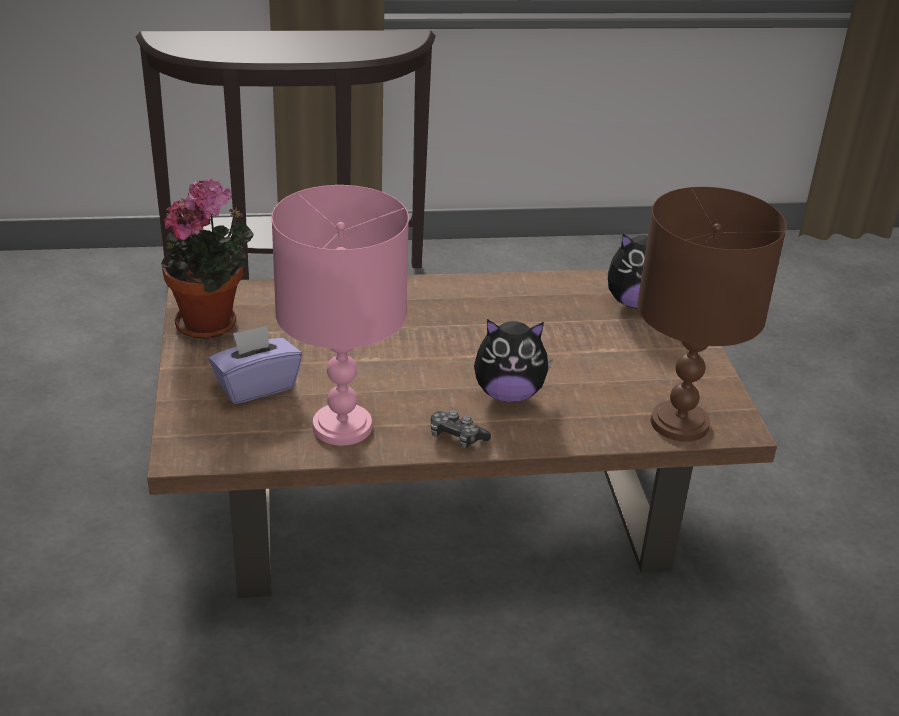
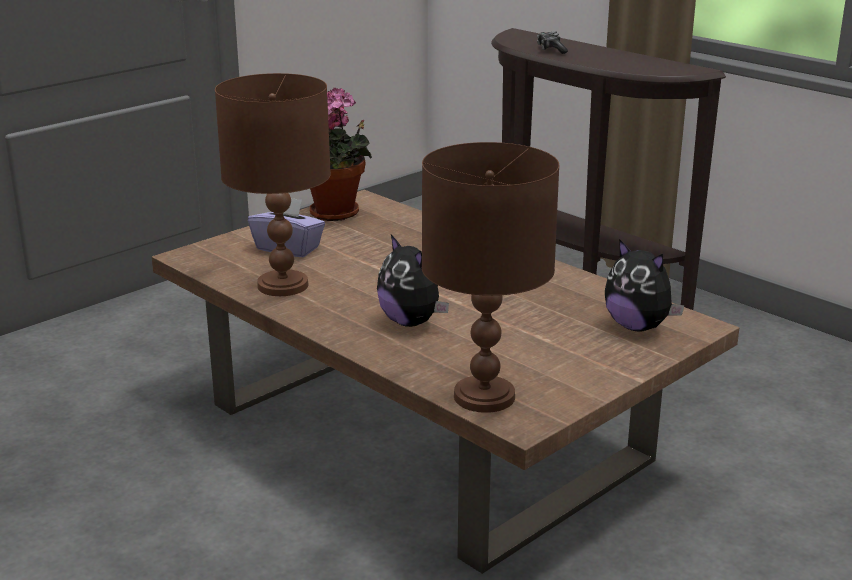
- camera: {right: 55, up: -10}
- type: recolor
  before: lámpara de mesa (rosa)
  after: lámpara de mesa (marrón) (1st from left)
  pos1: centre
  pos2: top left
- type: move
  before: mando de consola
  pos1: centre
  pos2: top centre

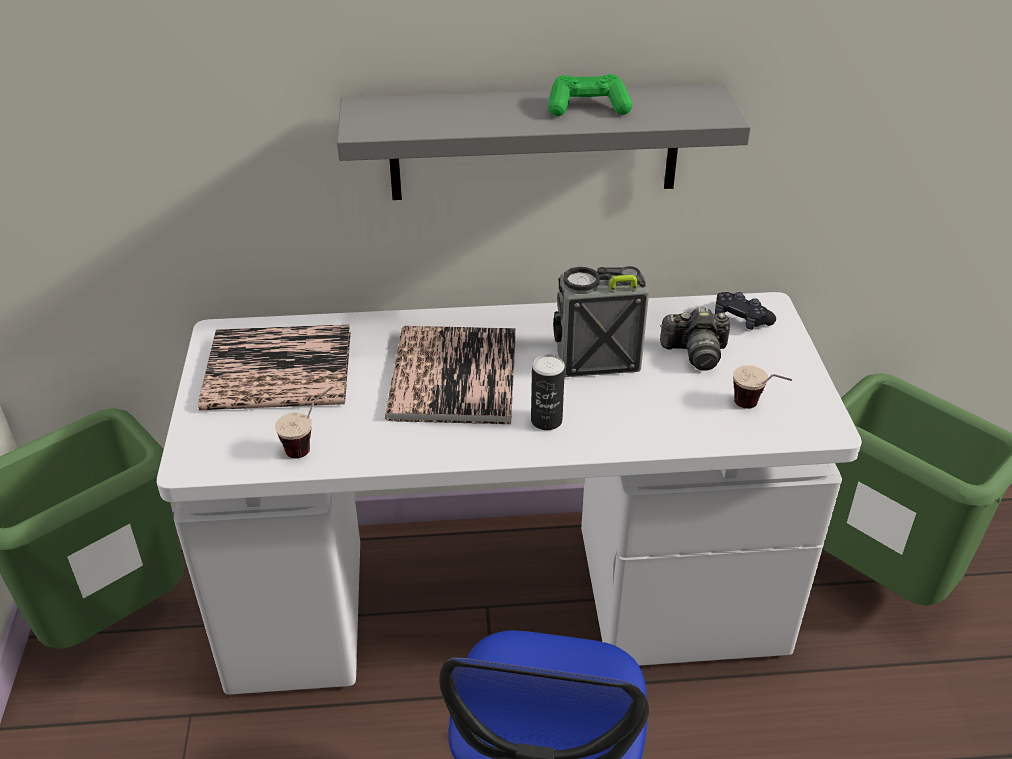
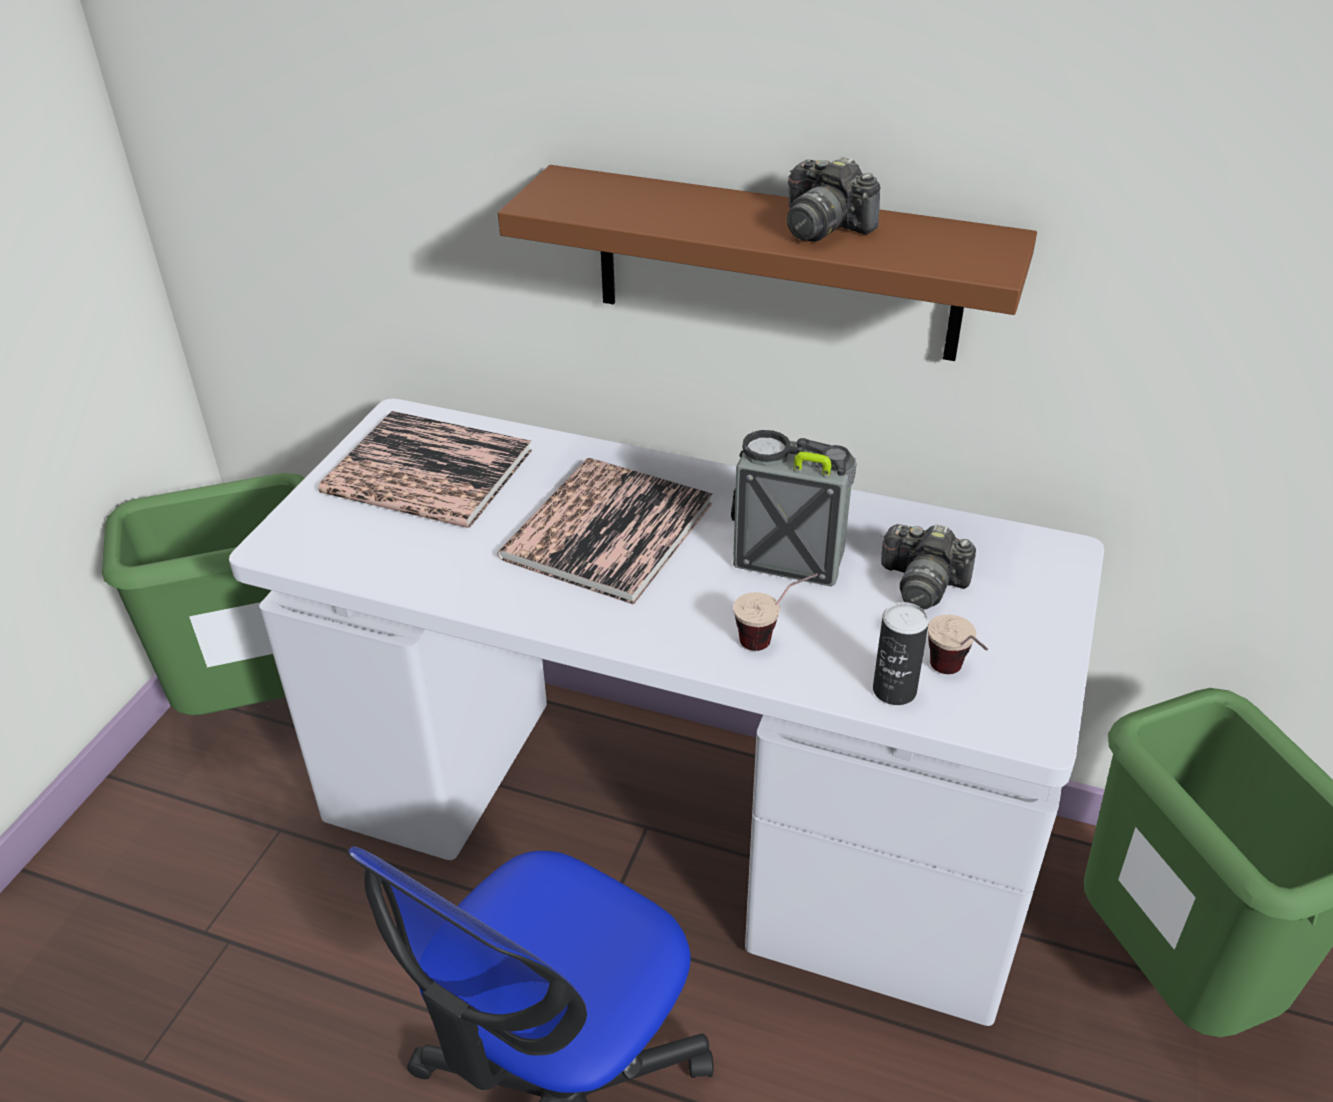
- camera: {right: 25, up: 0}
- type: replace
  before: mando de consola (verde)
  after: cámara (1st from left)
  pos1: top centre
  pos2: top centre
- type: recolor
  before: estante (gris)
  after: estante (marrón)
  pos1: top centre
  pos2: top centre
- type: delete
  before: mando de consola (negro)
  pos1: middle right
- type: move
  before: lata
  pos1: centre
  pos2: middle right
- type: move
  before: taza (1st from left)
  pos1: middle left
  pos2: centre

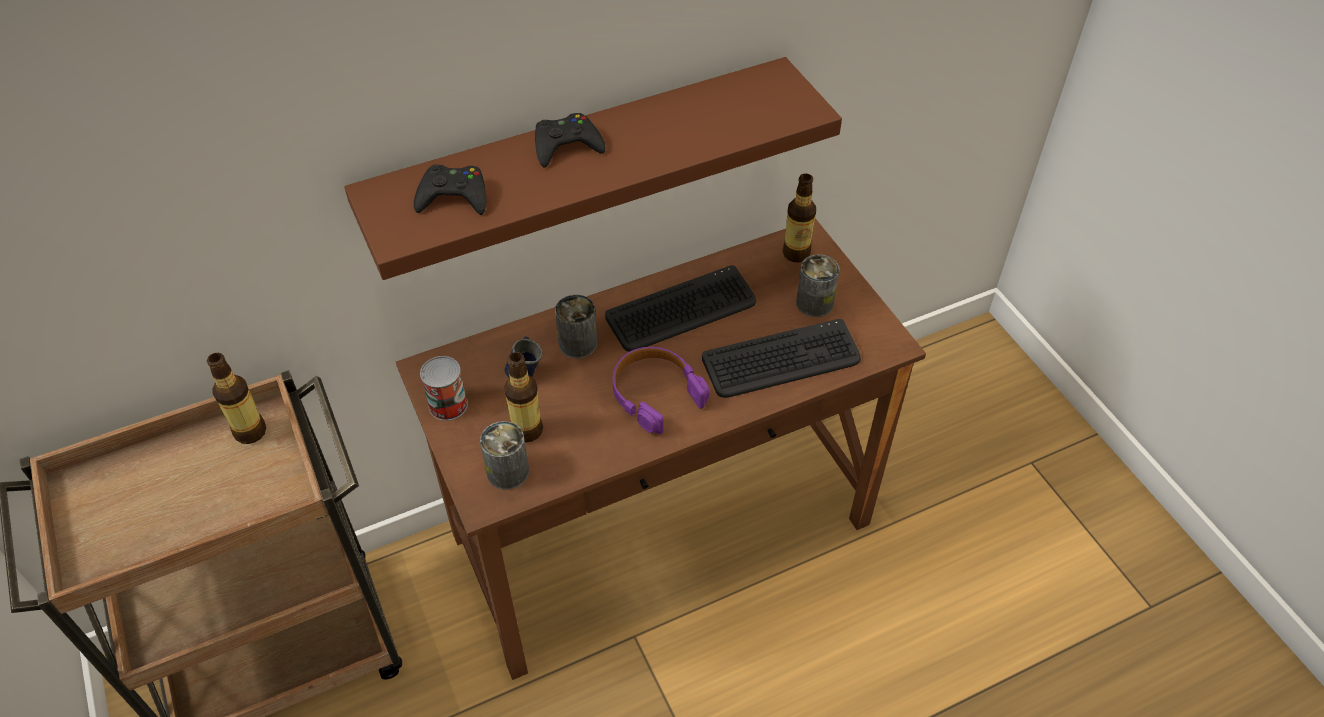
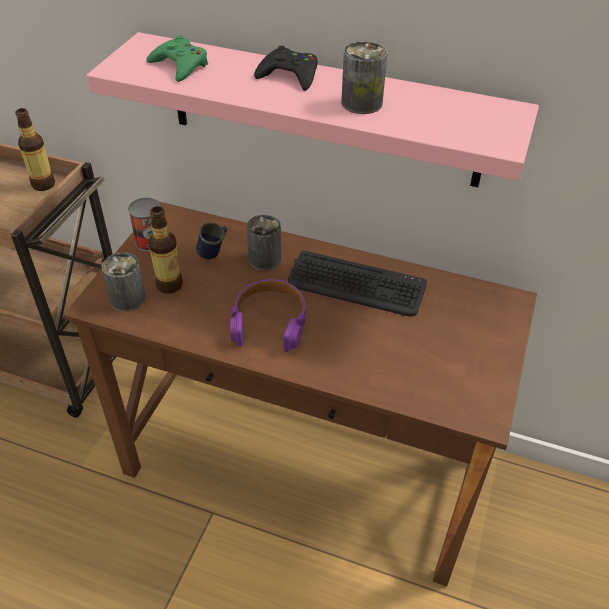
- camera: {right: 45, up: -5}
- type: recolor
  before: estante (marrón)
  after: estante (rosa)
  pos1: top centre
  pos2: top centre
- type: recolor
  before: mando de consola (negro) (1st from left)
  after: mando de consola (verde)
  pos1: top centre
  pos2: top left
- type: delete
  before: botella (3rd from left)
  pos1: top centre
- type: move
  before: lata (4th from left)
  pos1: centre
  pos2: top centre
- type: delete
  before: teclado (2nd from left)
  pos1: centre

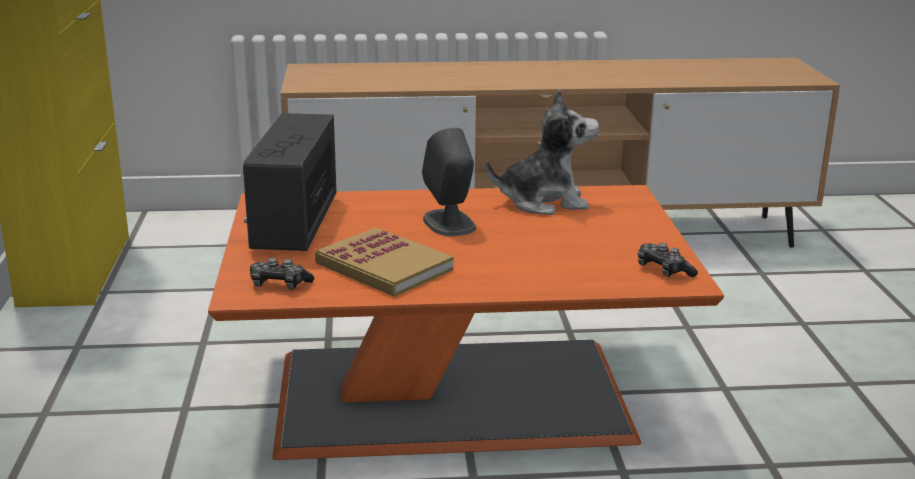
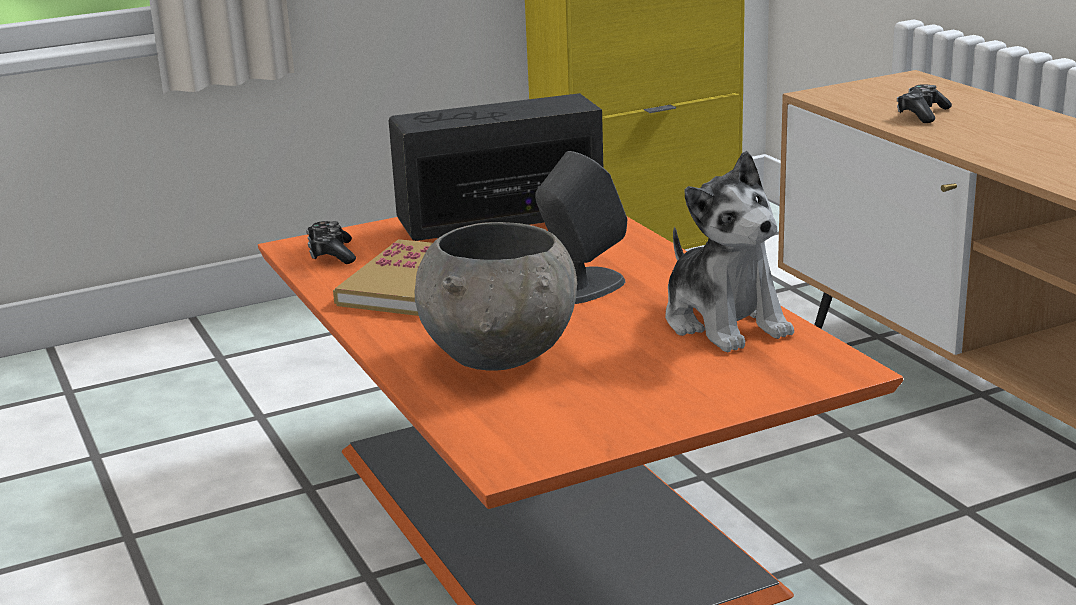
- camera: {right: 70, up: 0}
- type: move
  before: mando de consola (2nd from left)
  pos1: middle right
  pos2: top right
- type: insert
  after: cuenco (gris)
  pos2: centre

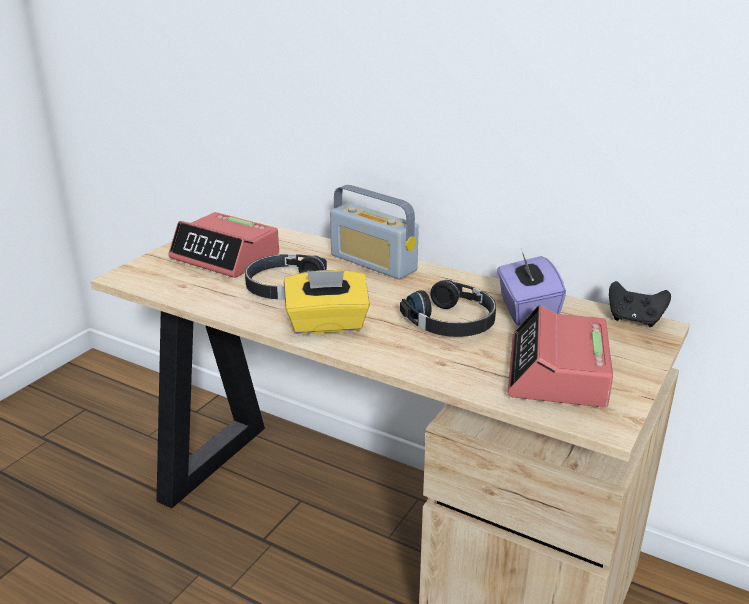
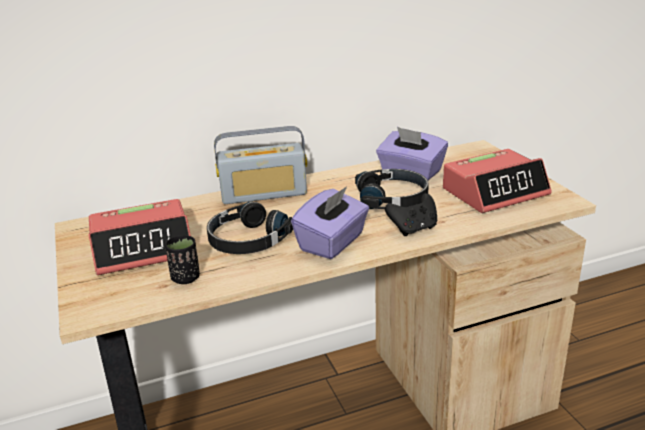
- camera: {right: -50, up: 0}
- type: recolor
  before: caja de pañuelos (amarillo)
  after: caja de pañuelos (morado) (1st from left)
  pos1: centre
  pos2: centre
- type: move
  before: mando de consola (negro)
  pos1: middle right
  pos2: centre
- type: rotate
  before: despertador (2nd from left)
  pos1: middle right
  pos2: middle right
  turn: -75
- type: insert
  after: taza (negro)
  pos2: middle left

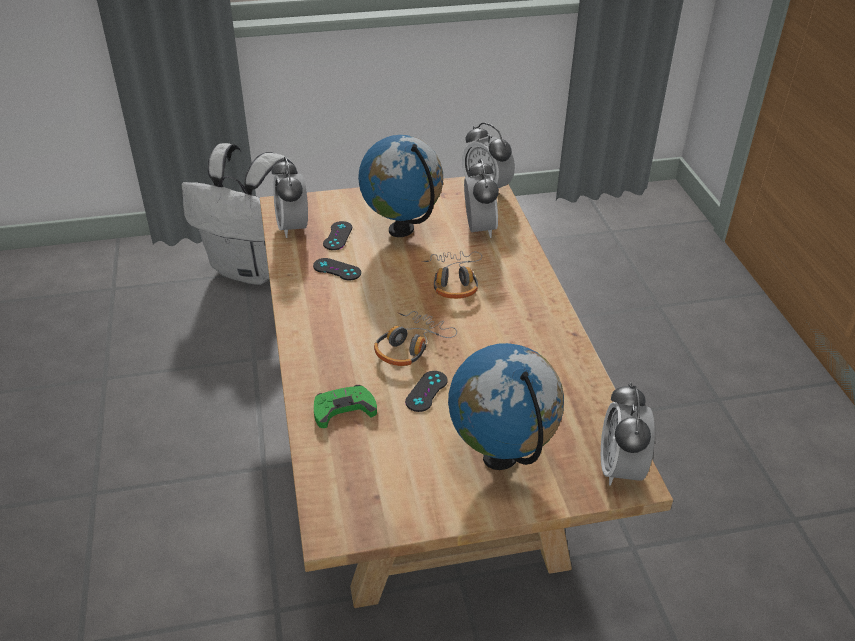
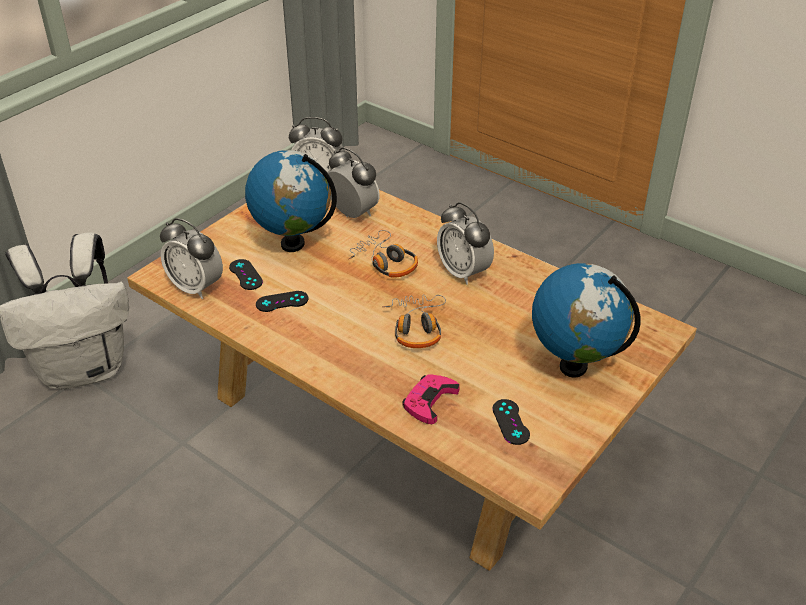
- camera: {right: -40, up: 0}
- type: move
  before: mando de consola (negro) (3rd from left)
  pos1: centre
  pos2: bottom centre
- type: move
  before: despertador (4th from left)
  pos1: bottom right
  pos2: centre
- type: recolor
  before: mando de consola (verde)
  after: mando de consola (rosa)
  pos1: centre
  pos2: centre

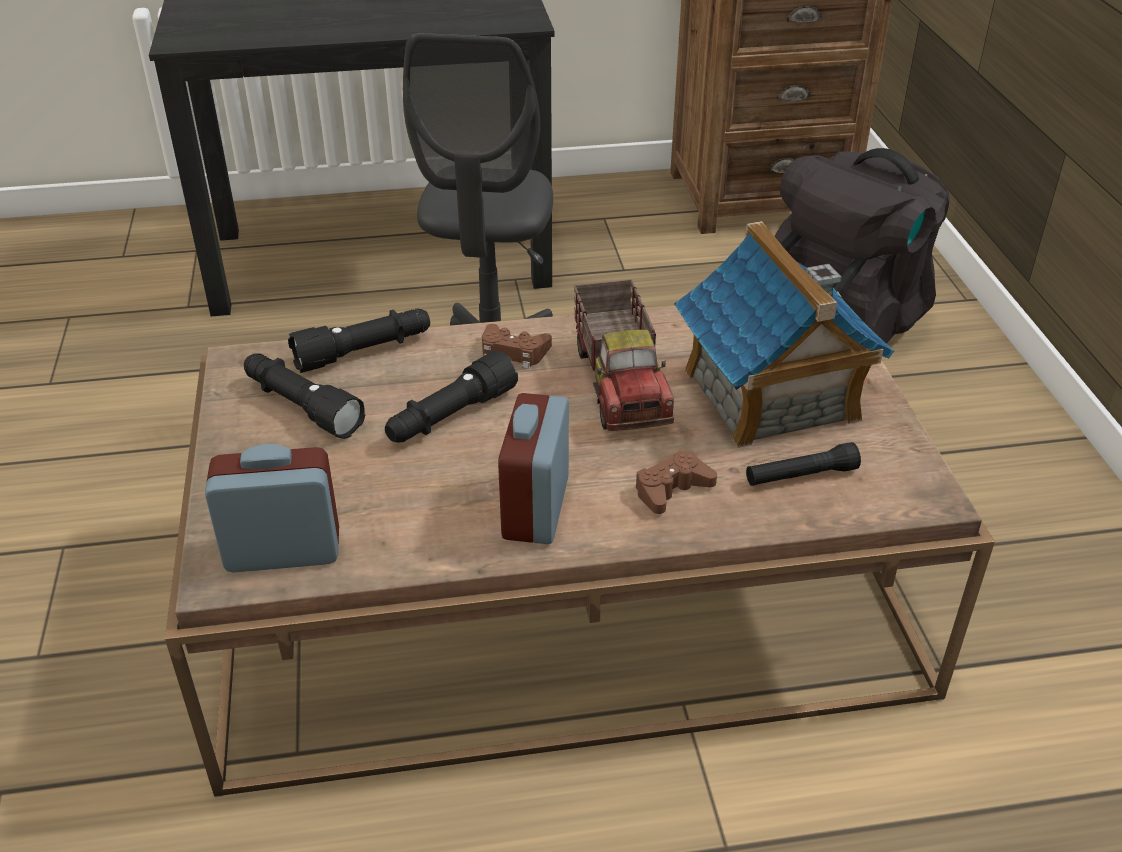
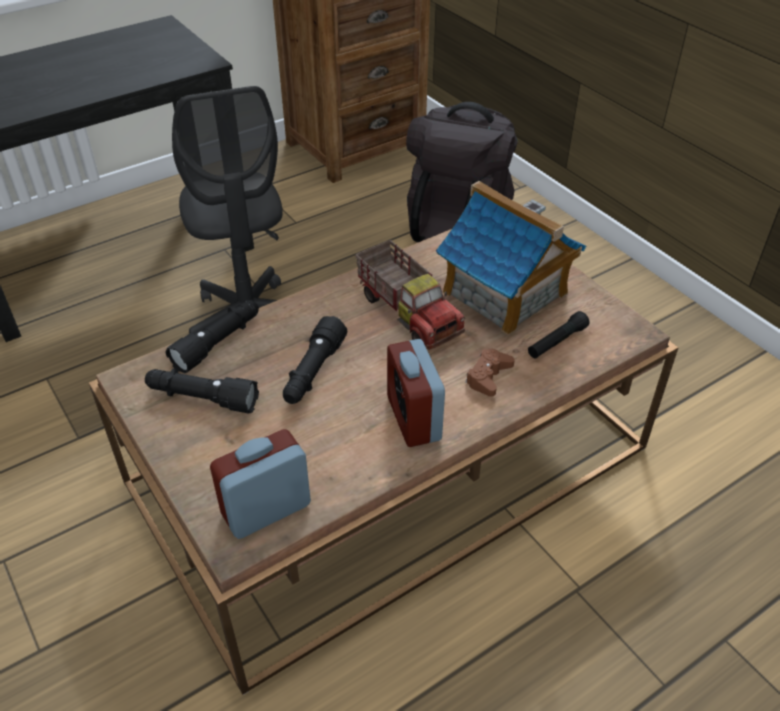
- camera: {right: -25, up: 5}
- type: delete
  before: mando de consola (marrón) (1st from left)
  pos1: centre

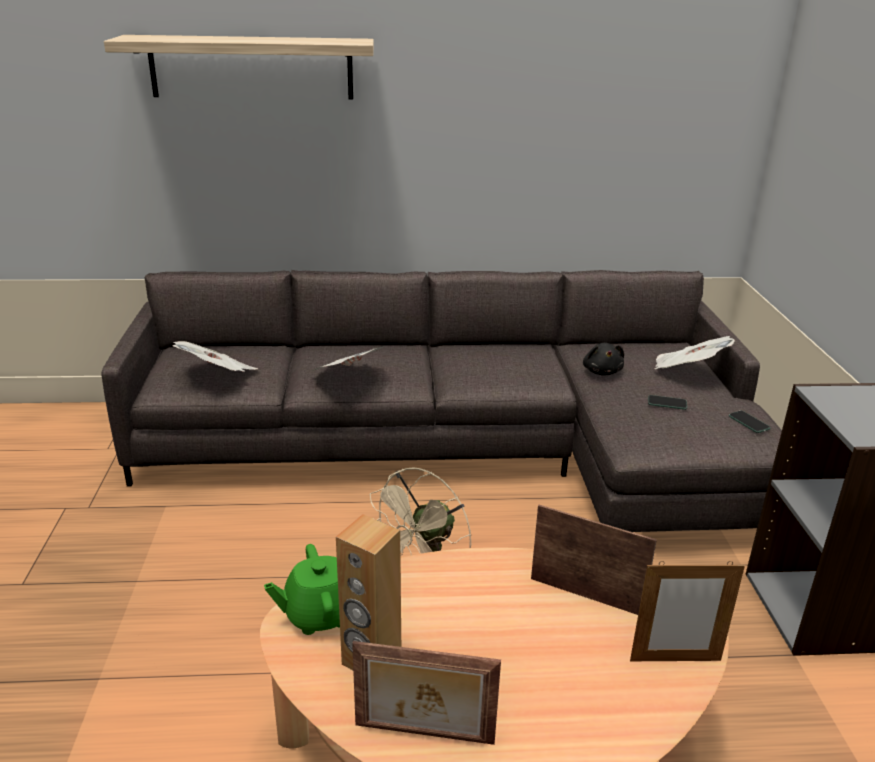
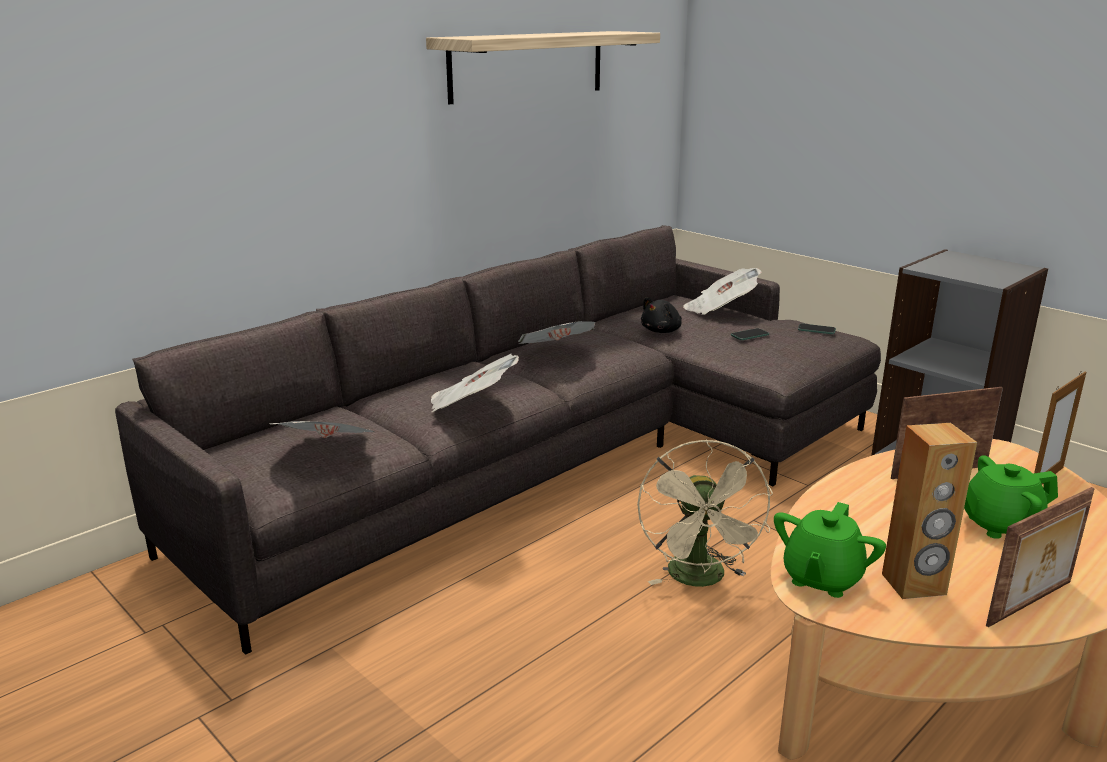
- camera: {right: -40, up: -5}
- type: move
  before: estante
  pos1: top left
  pos2: top centre
- type: rotate
  before: peluche (negro)
  pos1: middle right
  pos2: centre
  turn: 90
- type: insert
  after: periódico (3rd from left)
  pos2: centre
- type: insert
  after: tetera (verde) (2nd from left)
  pos2: middle right

